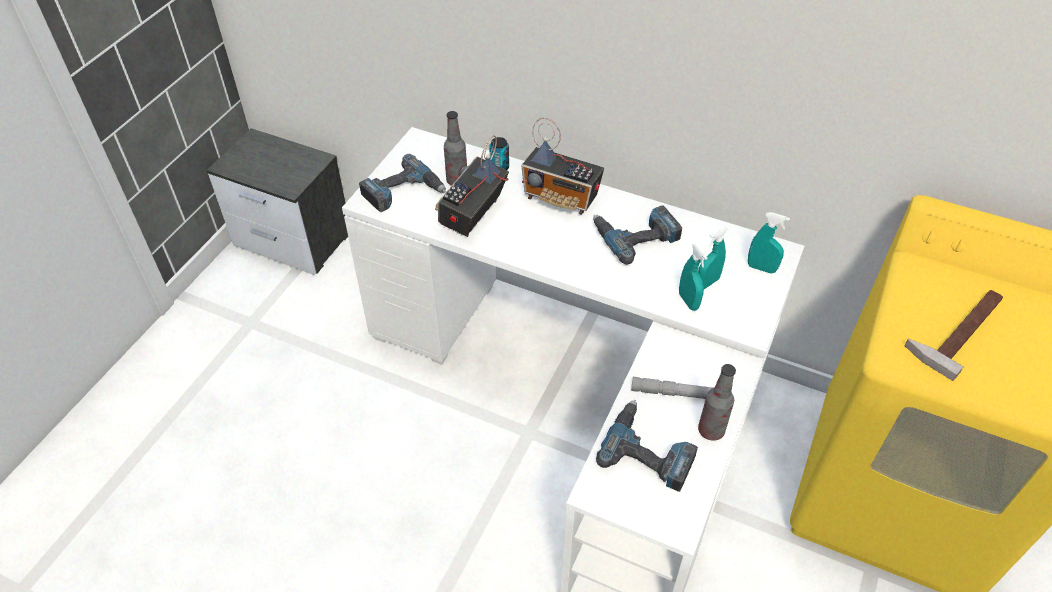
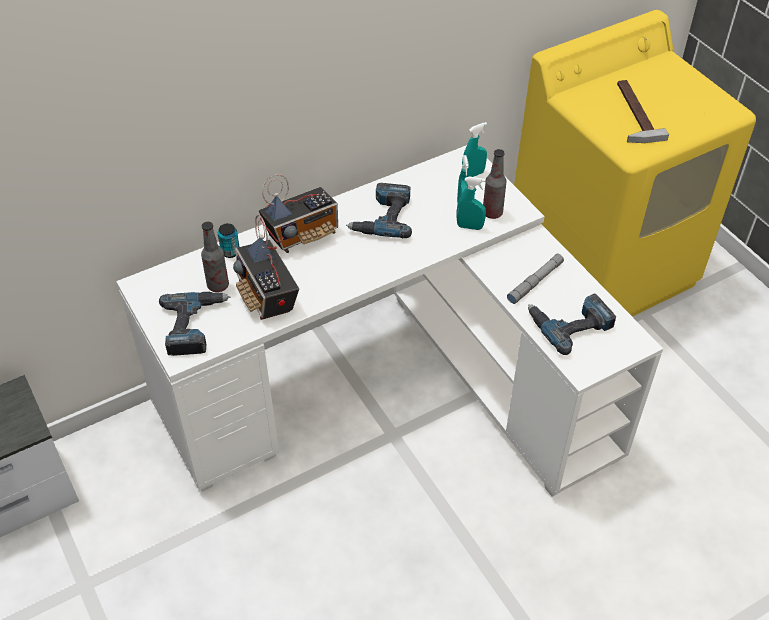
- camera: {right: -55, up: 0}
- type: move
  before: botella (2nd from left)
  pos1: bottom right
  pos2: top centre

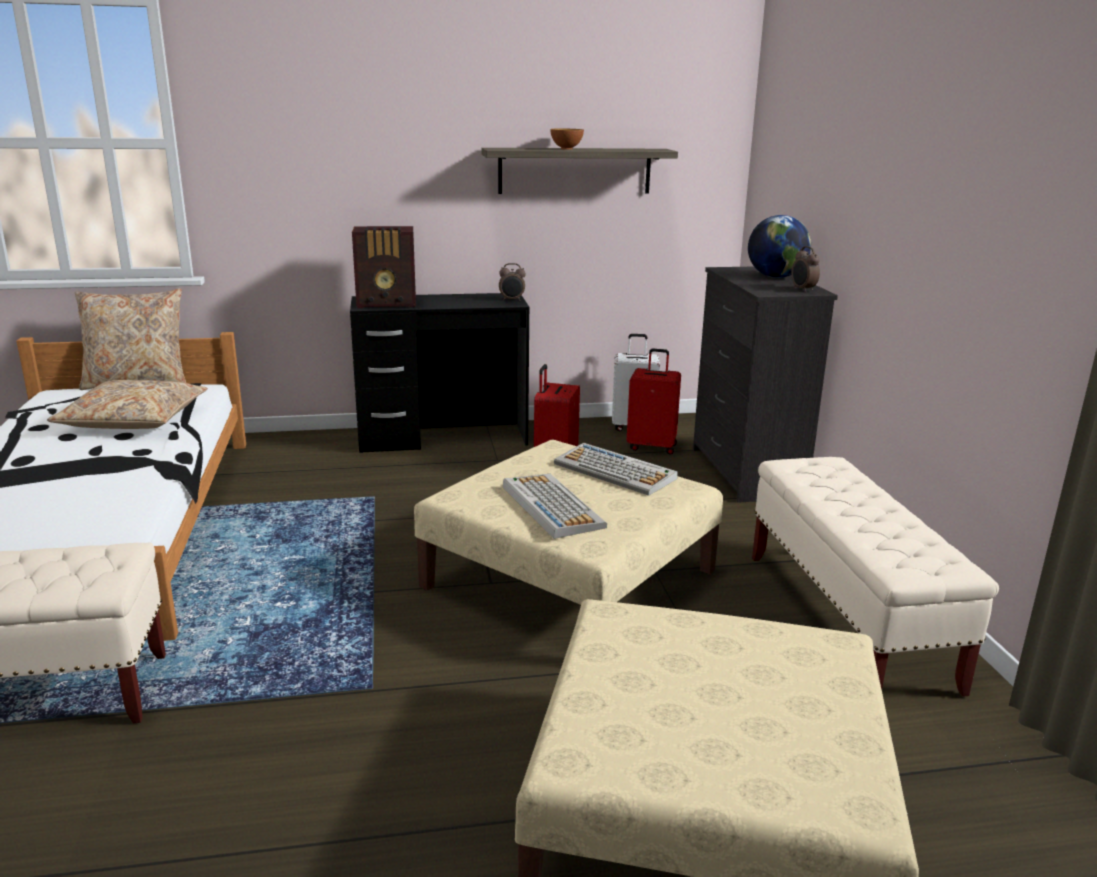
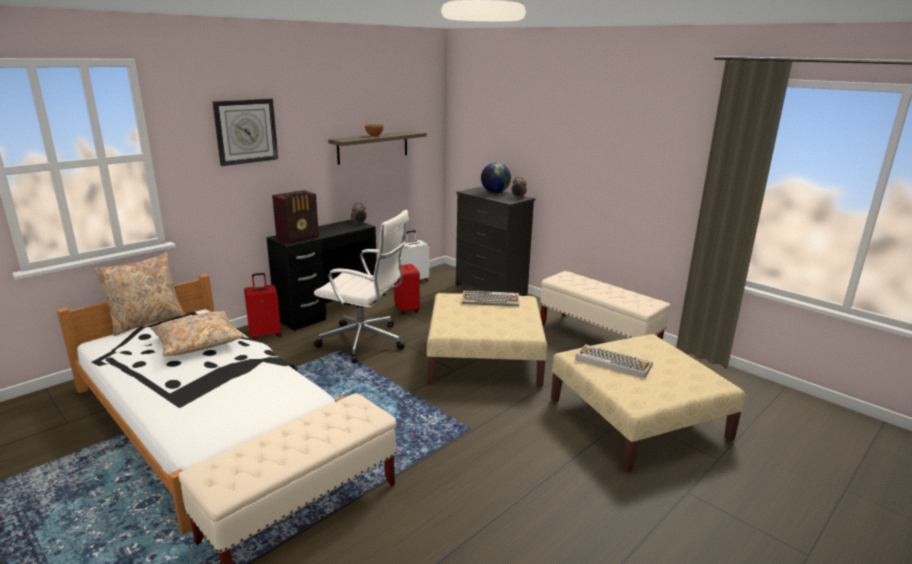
- camera: {right: -35, up: 0}
- type: move
  before: maleta (rojo) (2nd from left in the first image)
  after: maleta (rojo) (1st from left)
  pos1: centre
  pos2: middle left
- type: move
  before: teclado (1st from left in the first image)
  after: teclado (2nd from left)
  pos1: centre
  pos2: middle right
- type: insert
  after: reloj de pared
  pos2: top left
- type: insert
  after: silla de oficina (blanco)
  pos2: centre

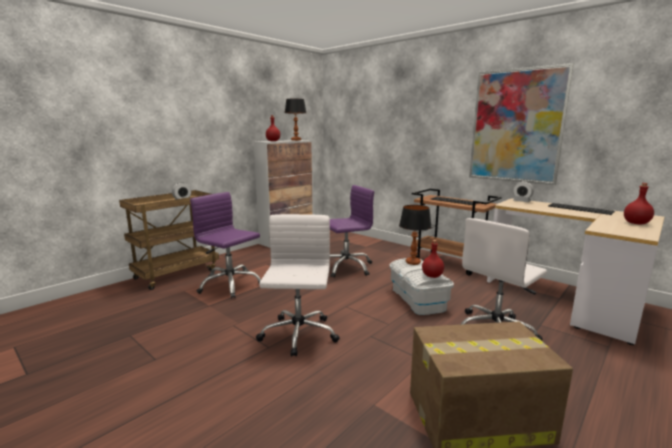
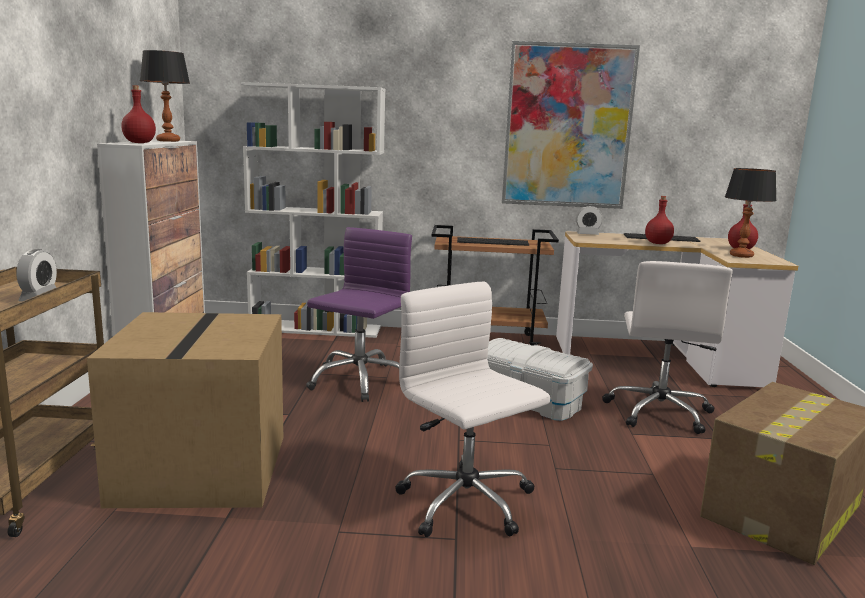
- camera: {right: -40, up: 0}
- type: replace
  before: silla de oficina (morado) (1st from left)
  after: caja de cartón (1st from left)
  pos1: centre
  pos2: bottom left
- type: move
  before: lámpara de mesa (2nd from left)
  pos1: centre
  pos2: middle right
- type: move
  before: botella (rojo) (2nd from left)
  pos1: centre
  pos2: middle right
- type: insert
  after: estantería (blanco)
  pos2: centre

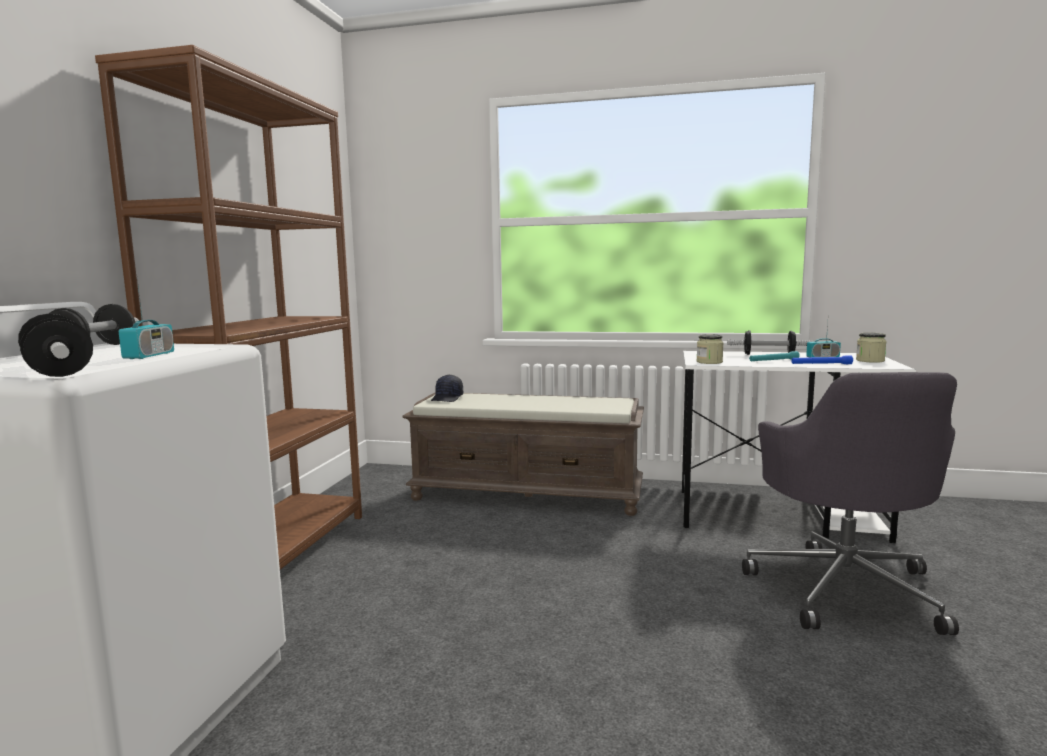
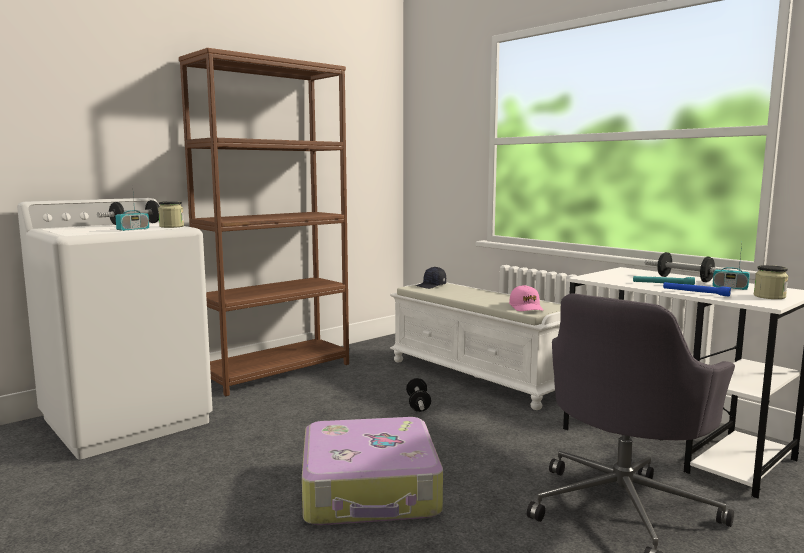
- camera: {right: 35, up: 0}
- type: move
  before: mancuerna (1st from left in the first image)
  after: mancuerna (2nd from left)
  pos1: middle left
  pos2: bottom centre
- type: move
  before: tarro (1st from left)
  pos1: middle right
  pos2: middle left
- type: recolor
  before: banco (marrón)
  after: banco (blanco)
  pos1: centre
  pos2: centre
- type: insert
  after: gorra (rosa)
  pos2: centre
- type: insert
  after: maleta
  pos2: bottom centre

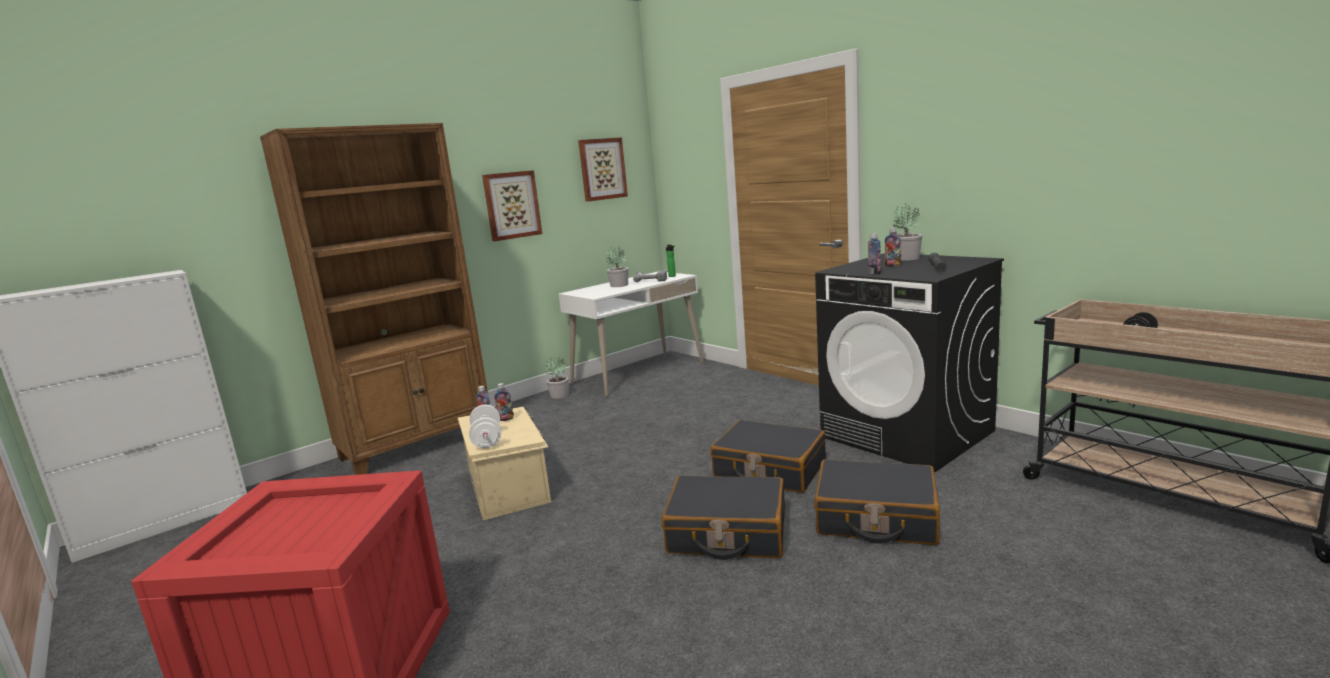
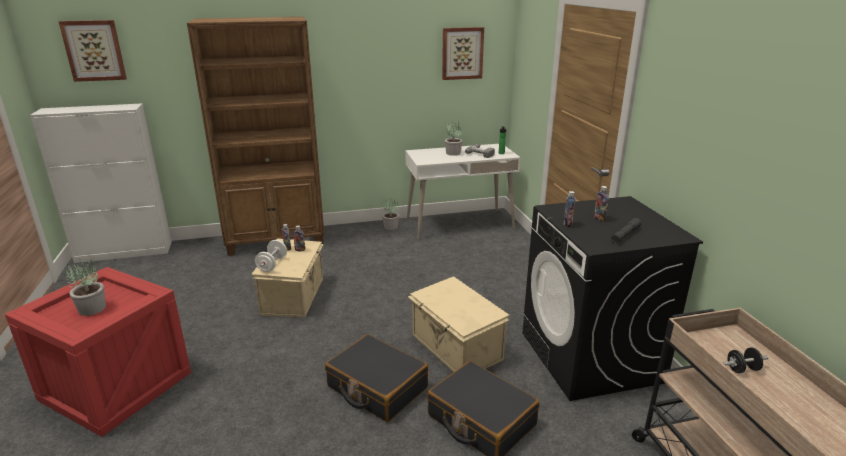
- camera: {right: 25, up: 10}
- type: move
  before: cuadro (1st from left)
  pos1: top centre
  pos2: top left
- type: move
  before: planta en maceta (3rd from left in the first image)
  after: planta en maceta (1st from left)
  pos1: middle right
  pos2: middle left
- type: replace
  before: maleta (negro) (2nd from left)
  after: caja de almacenaje (beis) (2nd from left)
  pos1: bottom centre
  pos2: bottom centre

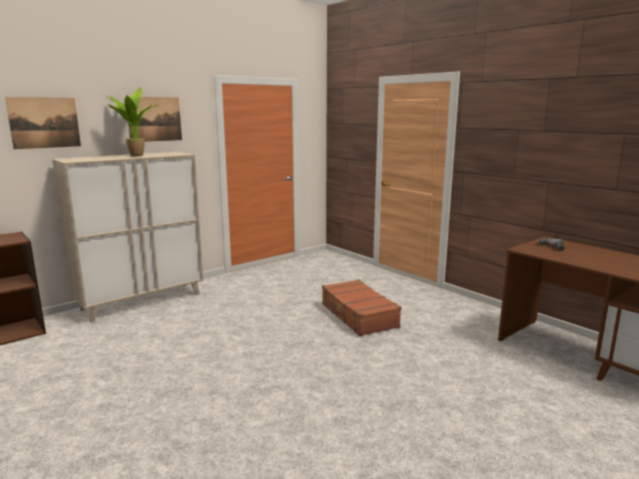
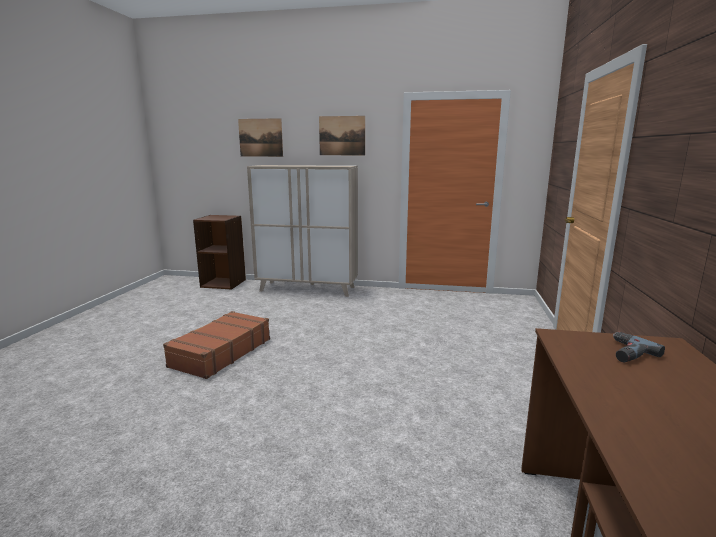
- camera: {right: 50, up: 0}
- type: delete
  before: planta en maceta
  pos1: top left
- type: move
  before: maleta (marrón)
  pos1: centre
  pos2: middle left

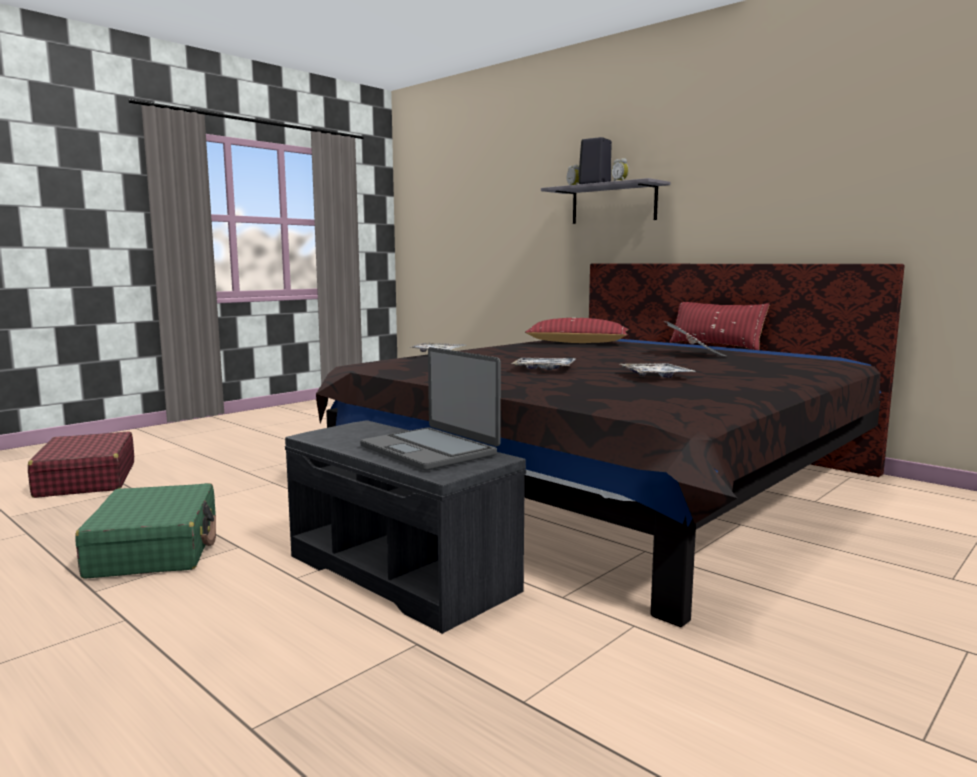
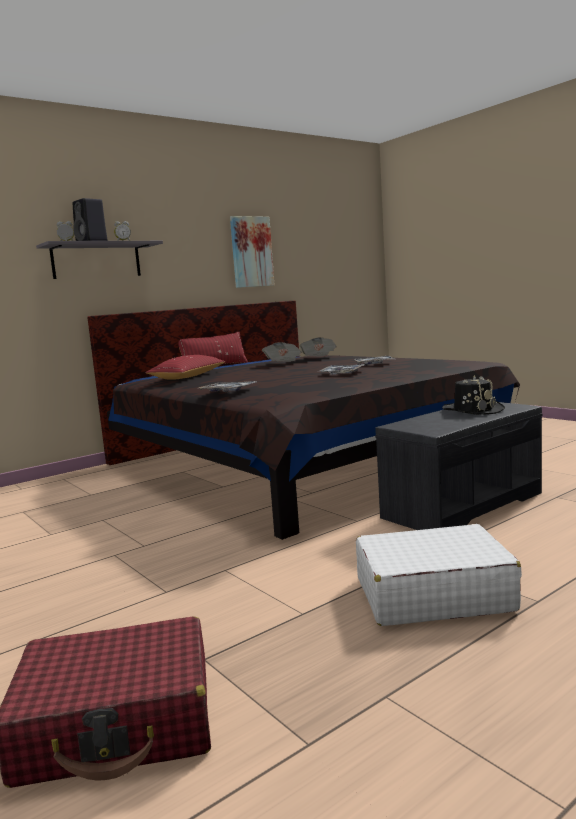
- camera: {right: -80, up: 0}
- type: replace
  before: portátil
  after: sombrero (negro)
  pos1: centre
  pos2: middle right
- type: recolor
  before: maleta (verde)
  after: maleta (blanco)
  pos1: bottom left
  pos2: bottom right
- type: insert
  after: cuadro
  pos2: top centre
- type: insert
  after: periódico (2nd from left)
  pos2: centre

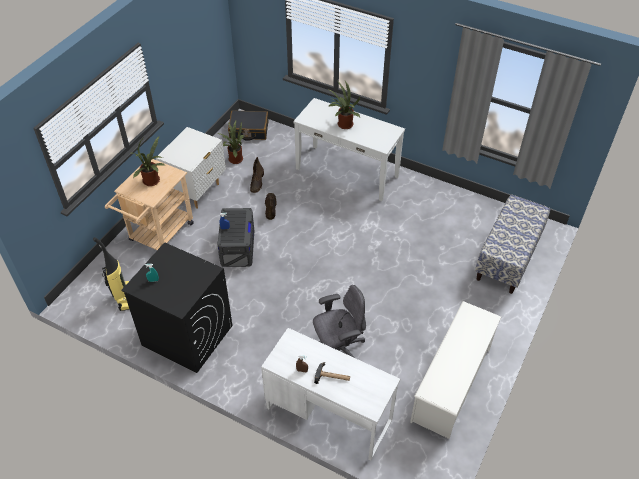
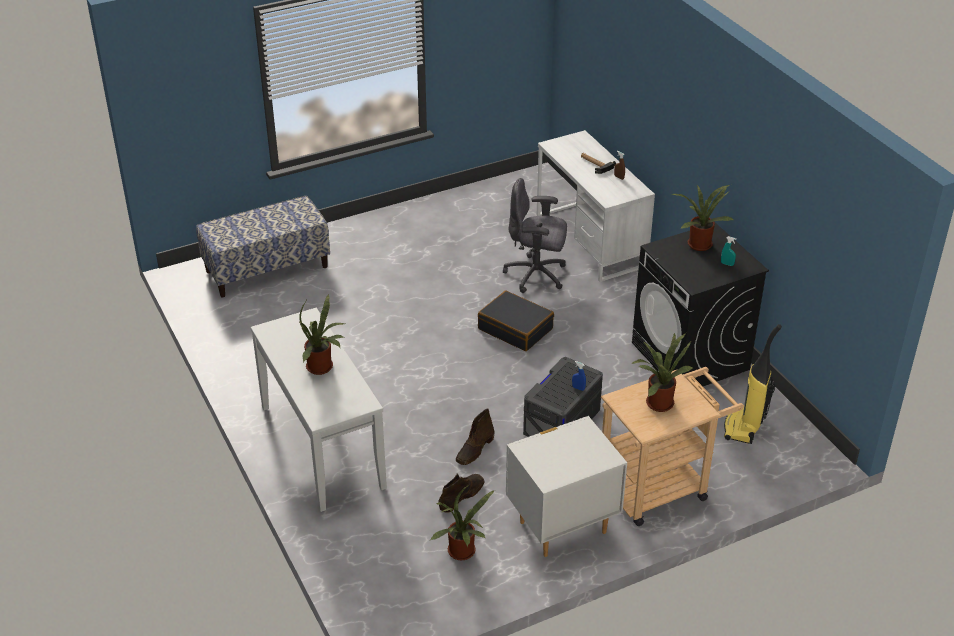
- camera: {right: -145, up: -10}
- type: move
  before: maleta (negro)
  pos1: top centre
  pos2: centre
- type: delete
  before: zapatero (blanco)
  pos1: bottom right
- type: insert
  after: planta en maceta (4th from left)
  pos2: middle right

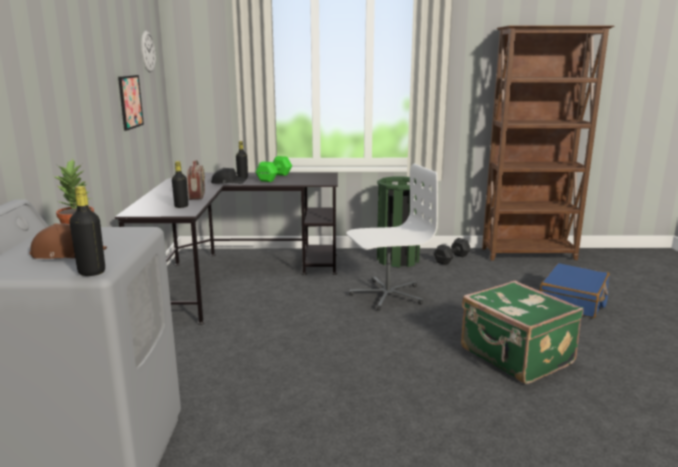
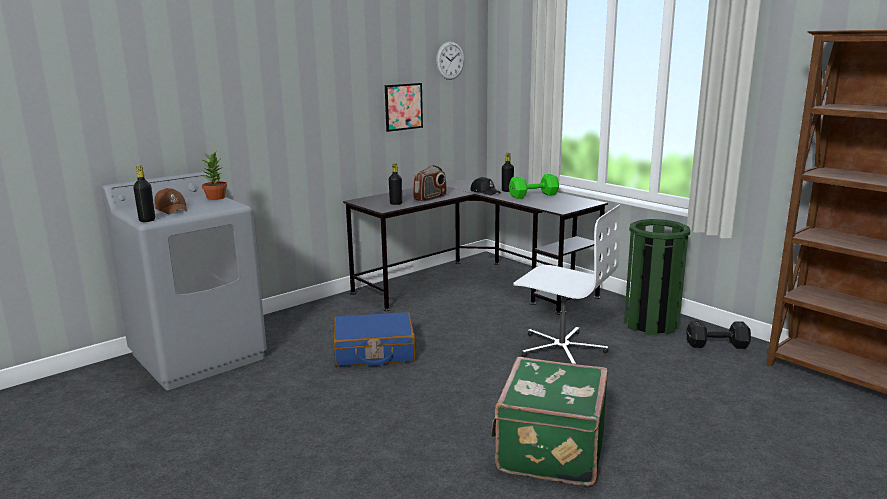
- camera: {right: 50, up: 0}
- type: move
  before: maleta (azul)
  pos1: middle right
  pos2: bottom centre

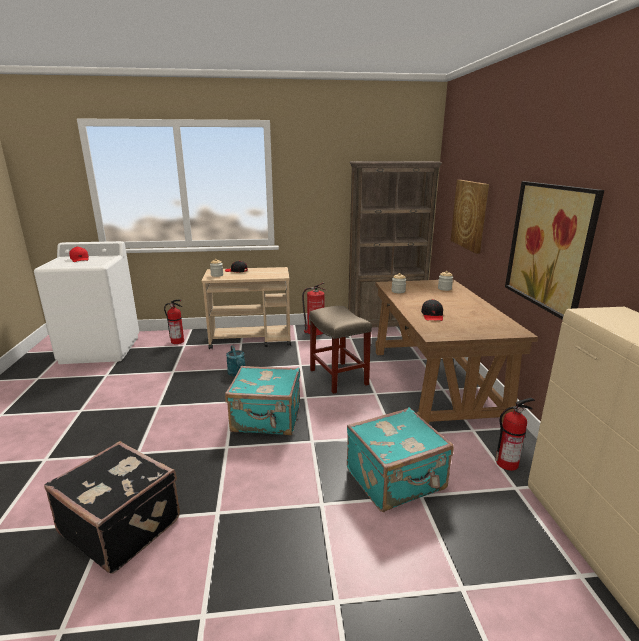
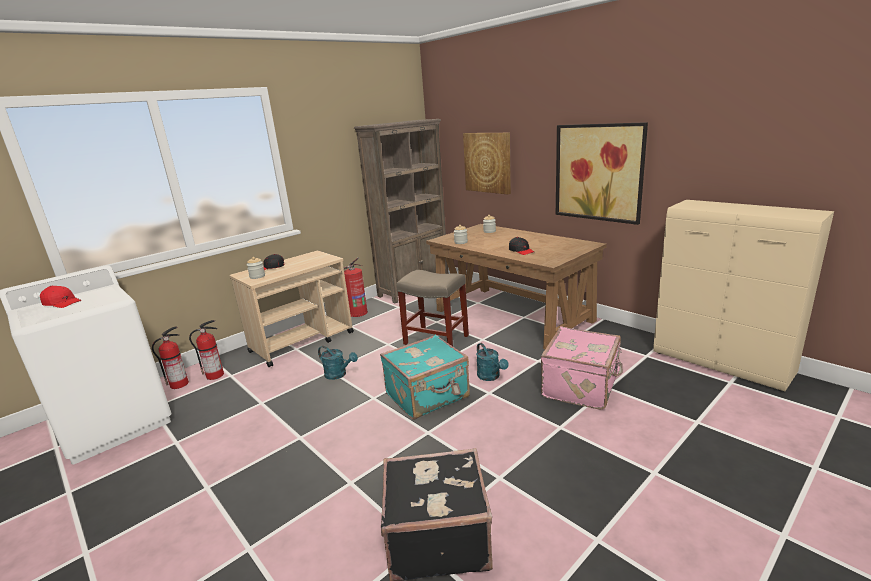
- camera: {right: -35, up: 0}
- type: move
  before: extintor (3rd from left in the first image)
  after: extintor (1st from left)
  pos1: bottom right
  pos2: middle left
- type: recolor
  before: maleta (turquesa) (2nd from left)
  after: maleta (rosa)
  pos1: bottom centre
  pos2: middle right
- type: insert
  after: regadera (turquesa) (2nd from left)
  pos2: centre

